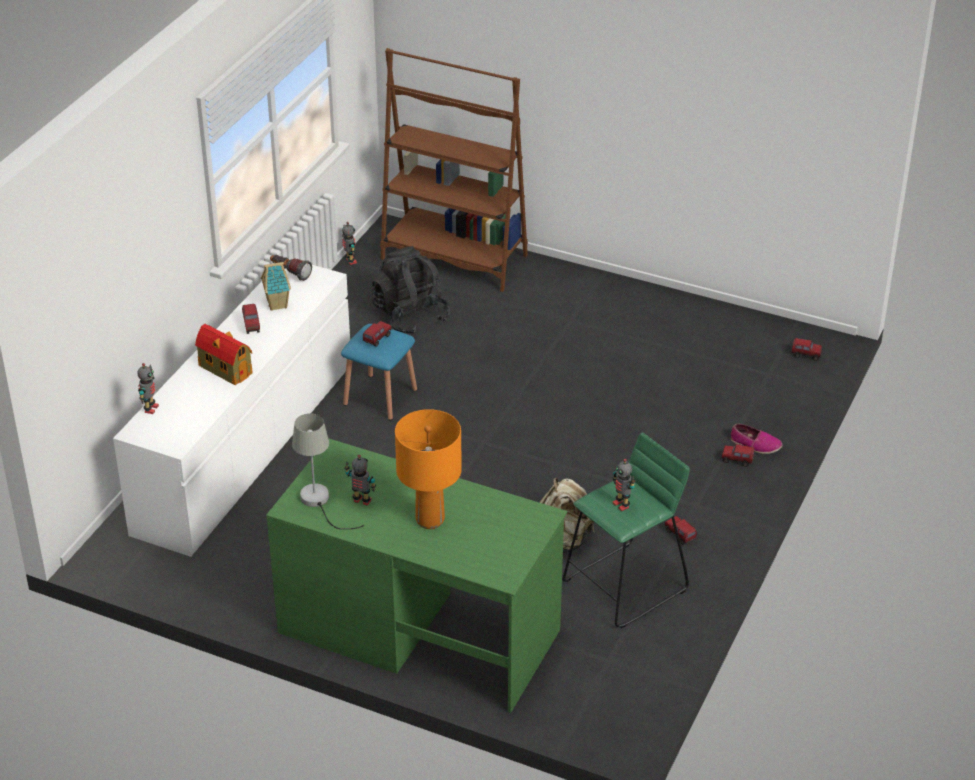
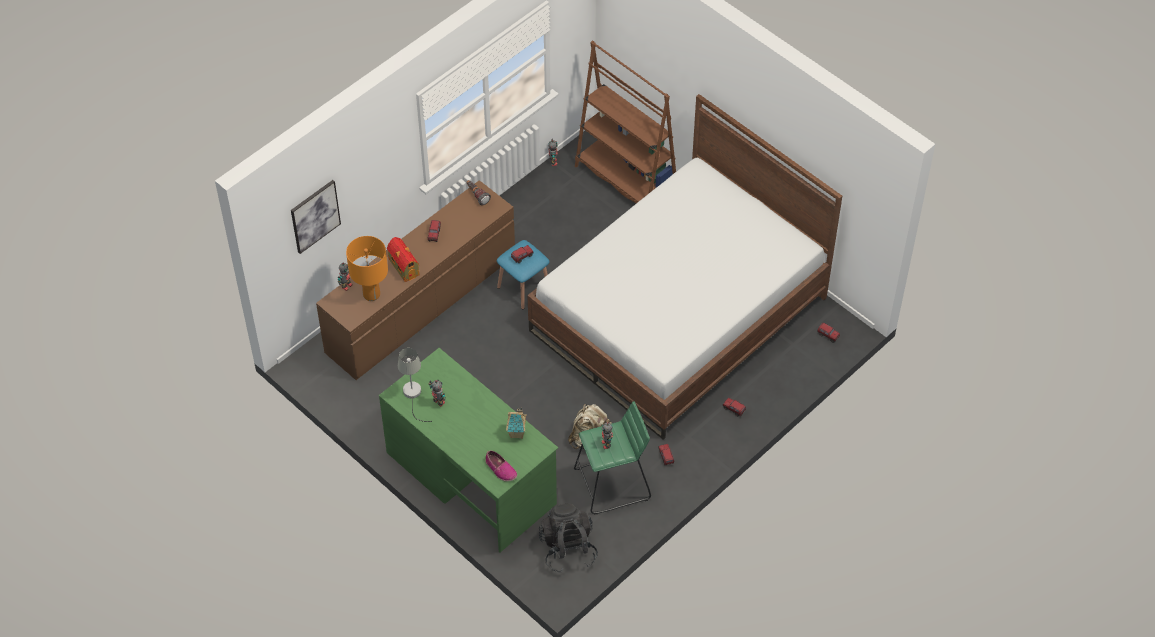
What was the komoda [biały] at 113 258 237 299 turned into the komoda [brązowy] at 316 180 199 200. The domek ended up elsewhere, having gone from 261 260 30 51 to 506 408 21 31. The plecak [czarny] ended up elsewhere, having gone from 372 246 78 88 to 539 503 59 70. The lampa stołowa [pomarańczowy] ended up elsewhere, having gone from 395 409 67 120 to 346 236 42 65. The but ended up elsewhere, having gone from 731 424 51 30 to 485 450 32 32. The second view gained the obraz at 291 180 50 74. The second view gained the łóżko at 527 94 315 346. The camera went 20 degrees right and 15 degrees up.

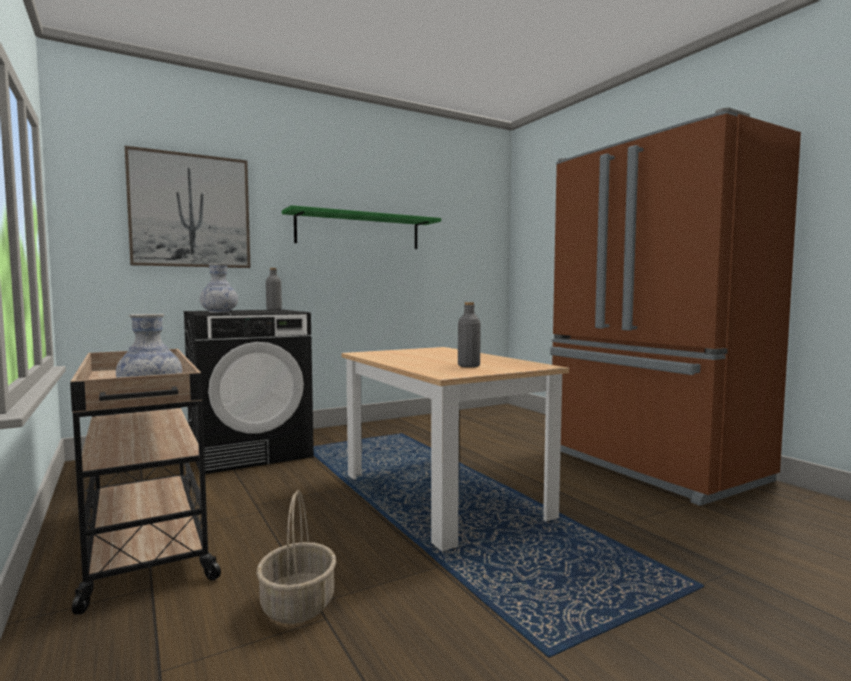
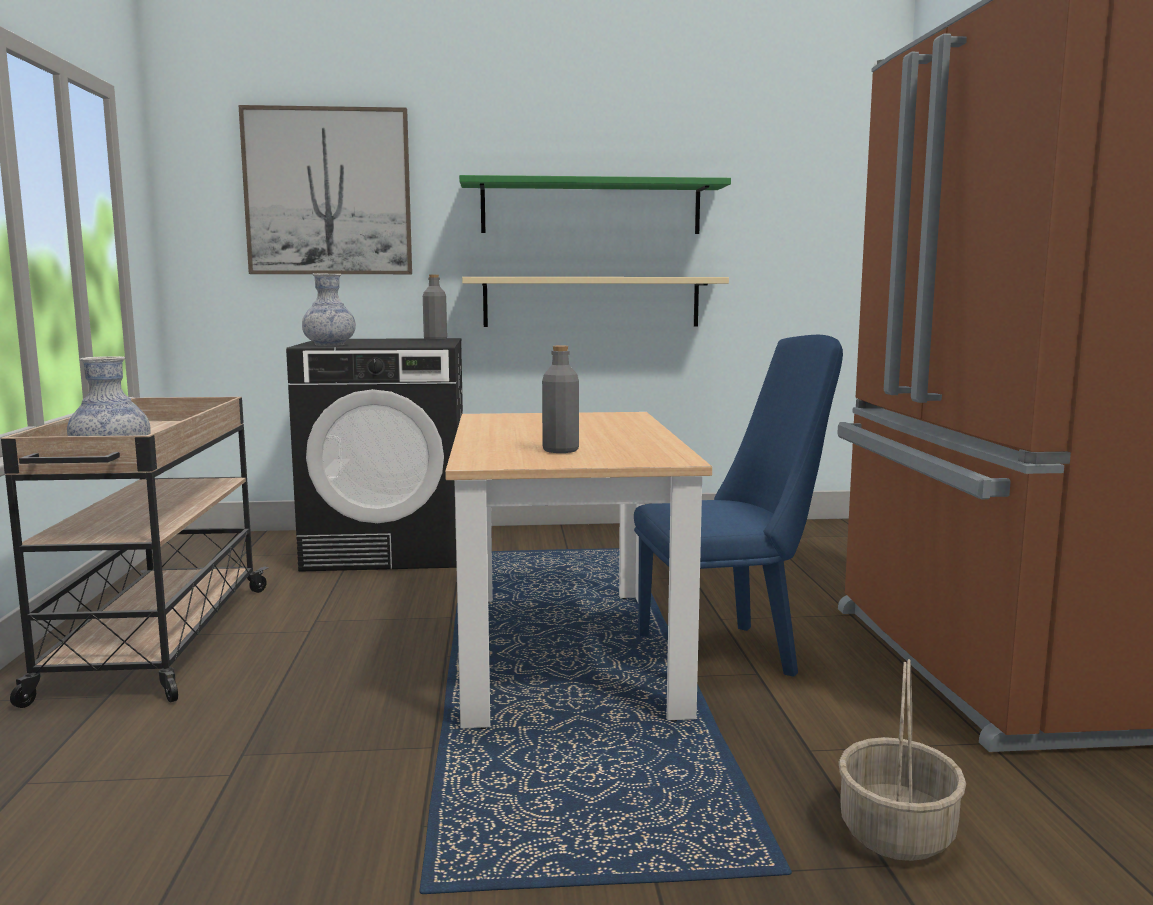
The koszyk ended up elsewhere, having gone from 256 490 80 134 to 839 659 127 202. The second view gained the półka [beżowy] at 462 277 267 50. The second view gained the krzesło [niebieski] at 634 335 209 342. The camera went 25 degrees right and 5 degrees up.

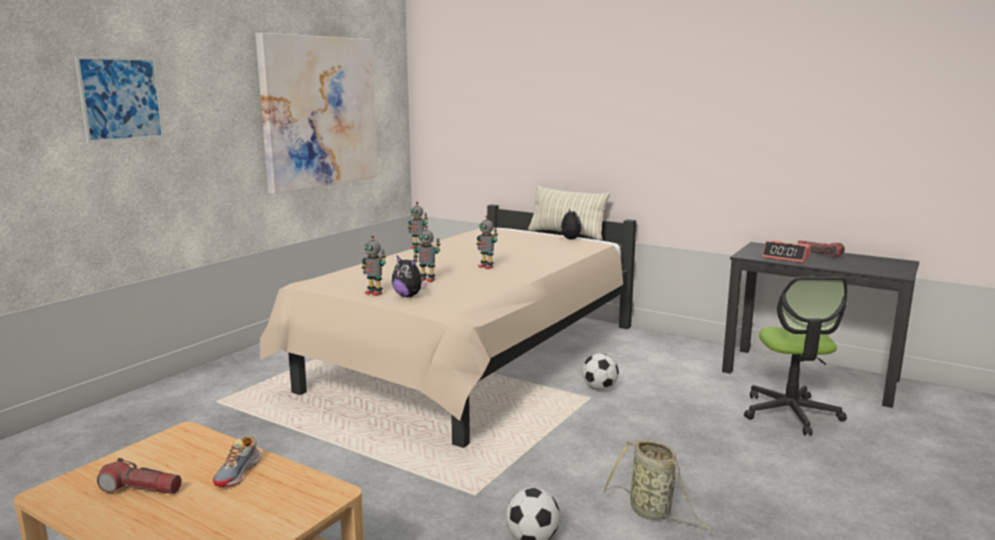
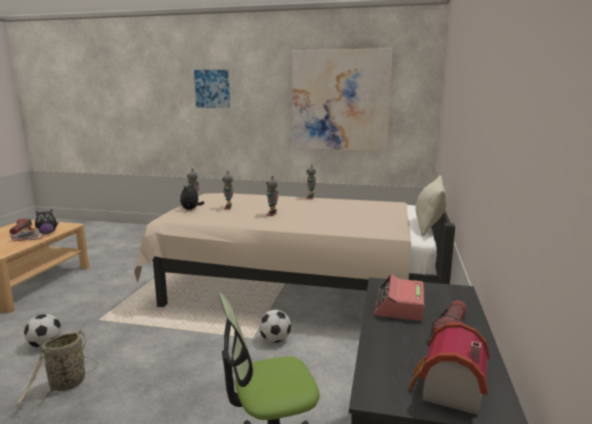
The pluszak ended up elsewhere, having gone from 557 208 25 31 to 35 210 23 24. The second view gained the domek at 408 323 82 92. The camera went 70 degrees right and 0 degrees up.

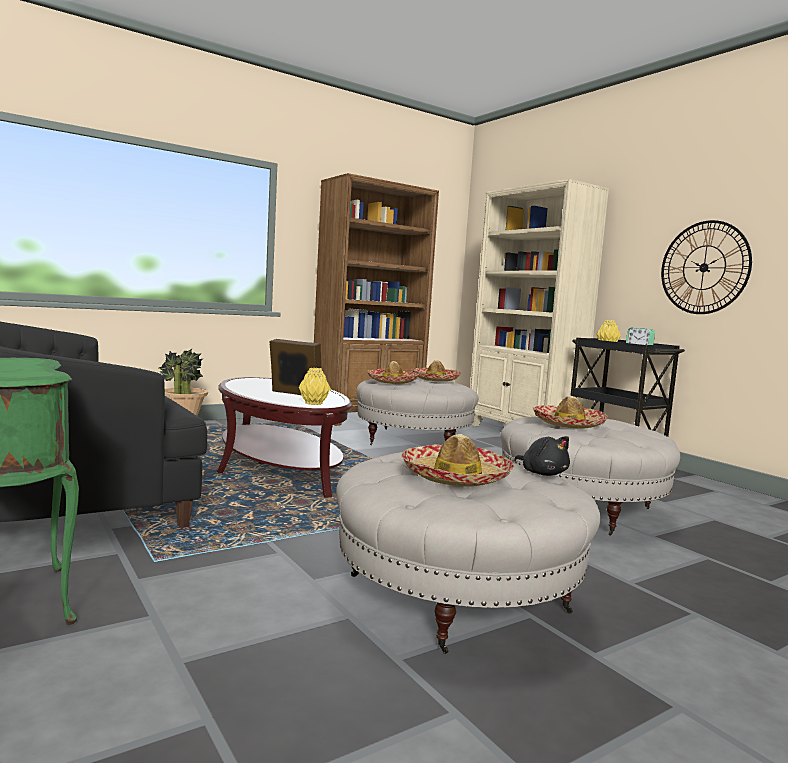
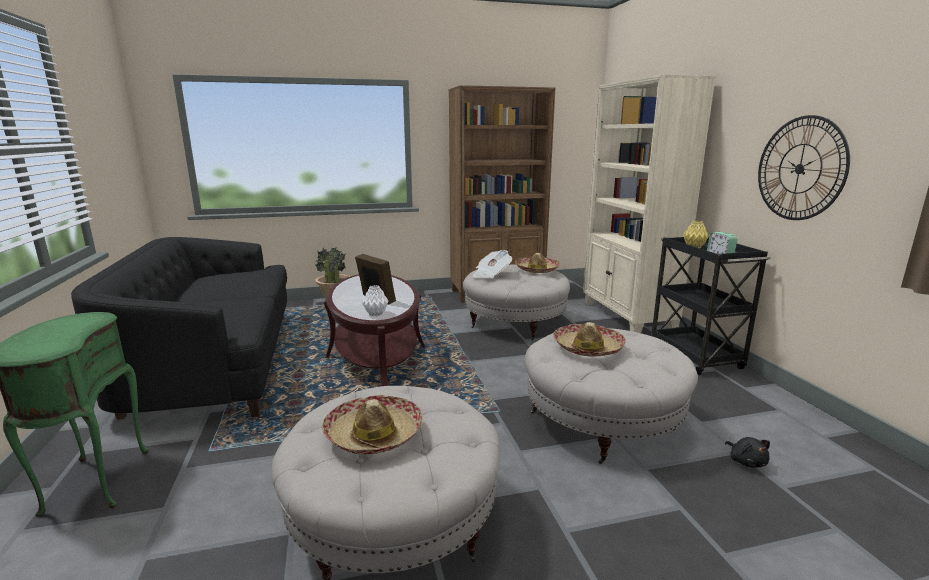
What was the wazon [żółty] at 299 368 32 37 turned into the wazon [biały] at 362 285 27 31. Where the kapelusz stood at 367 361 53 23, the gazeta came to stand at 473 250 39 28. The pluszak [czarny] ended up elsewhere, having gone from 514 436 56 40 to 725 437 45 31. The camera went 20 degrees right and 10 degrees up.

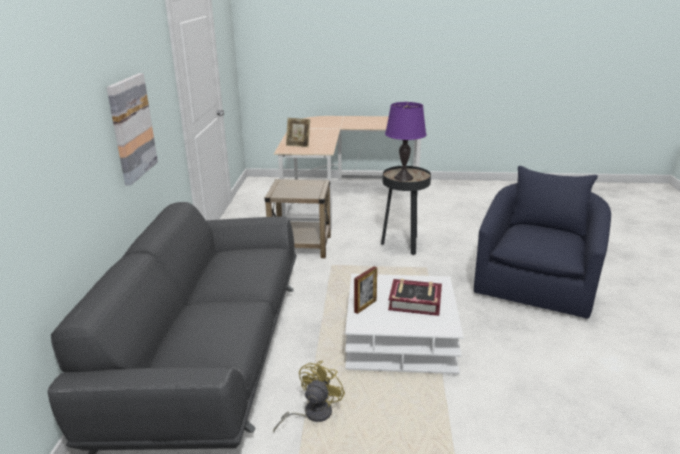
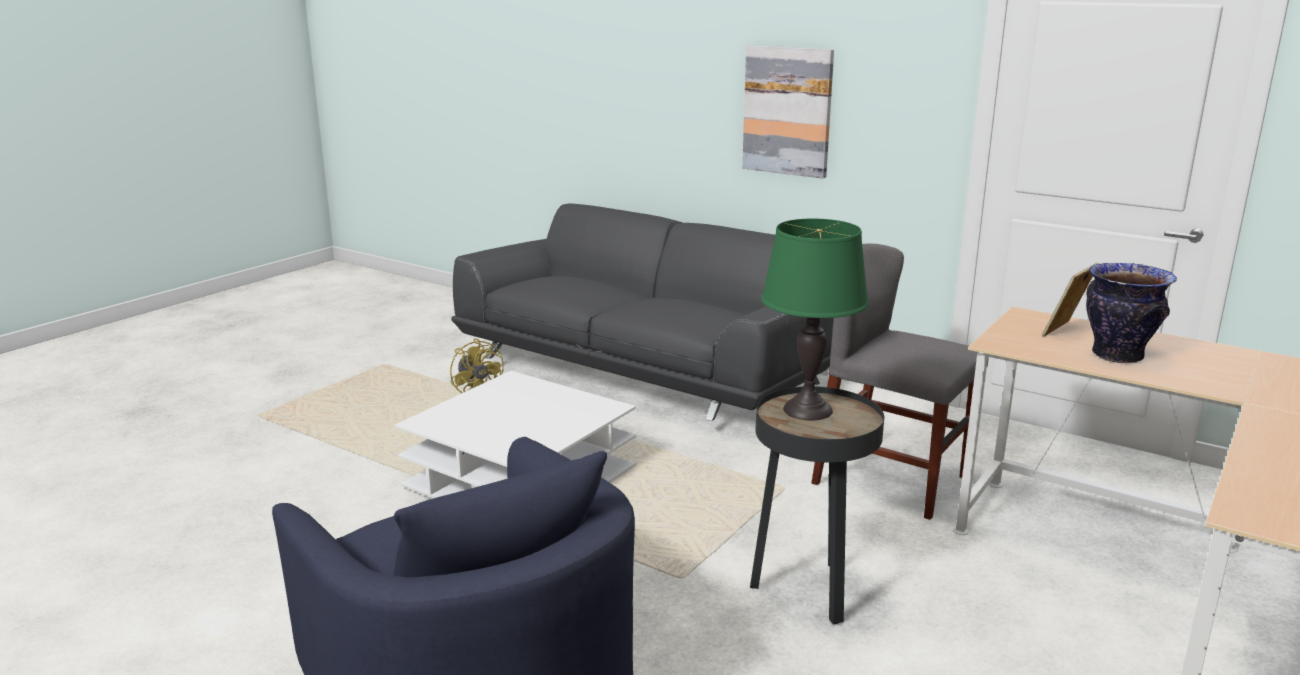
Where the stolik [beżowy] stood at 265 179 66 79, the krzesło [szary] came to stand at 812 243 176 277. The second view lost the ramka na zdjęcie at 354 266 23 48. What was the lampa stołowa [fioletowy] at 385 102 42 79 turned into the lampa stołowa [zielony] at 761 219 108 201. The second view lost the książka at 388 279 54 37. The second view gained the wazon at 1086 263 91 100. The camera went 120 degrees right and 5 degrees down.

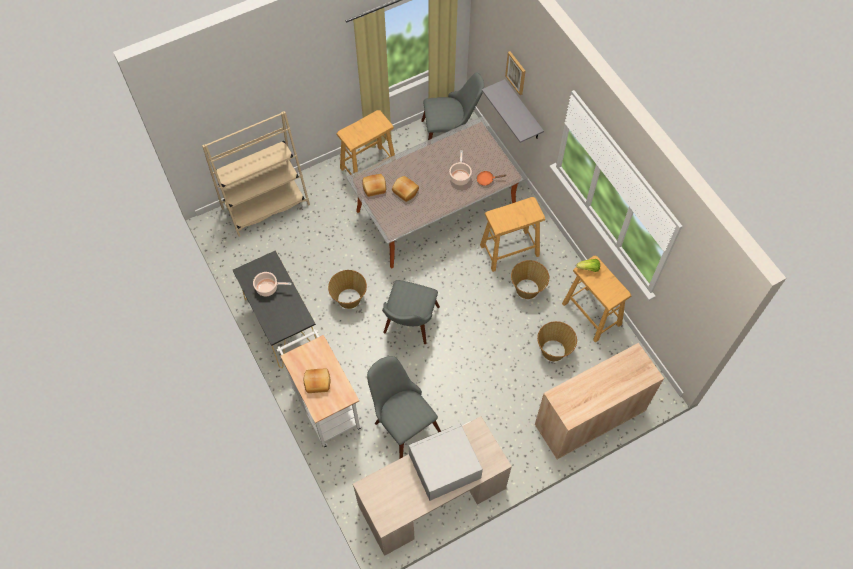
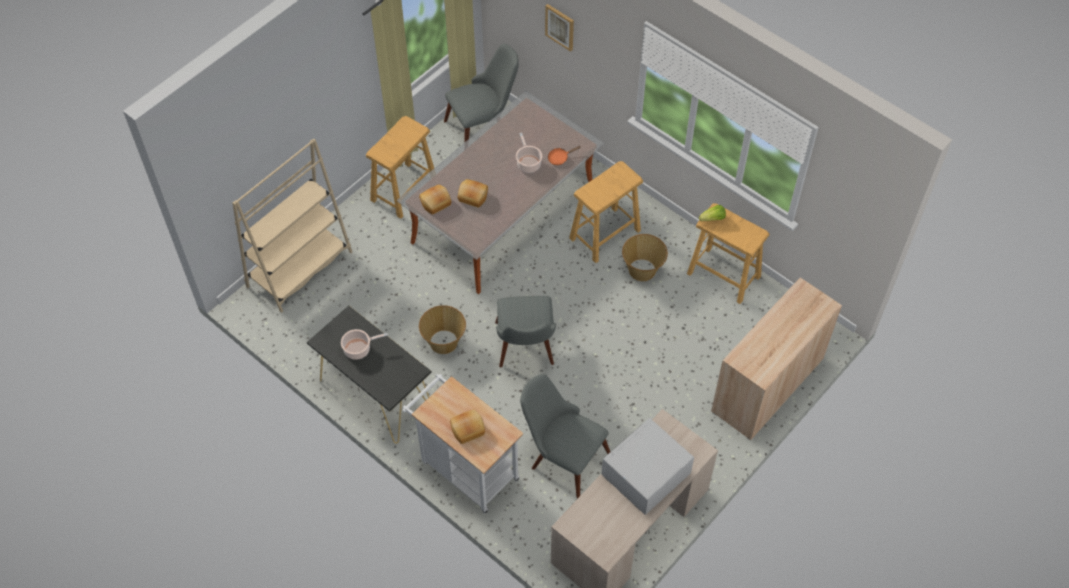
The second view lost the półka [szary] at 482 79 62 64. The second view lost the koszyk at 537 321 40 40. The camera went 20 degrees left and 5 degrees down.

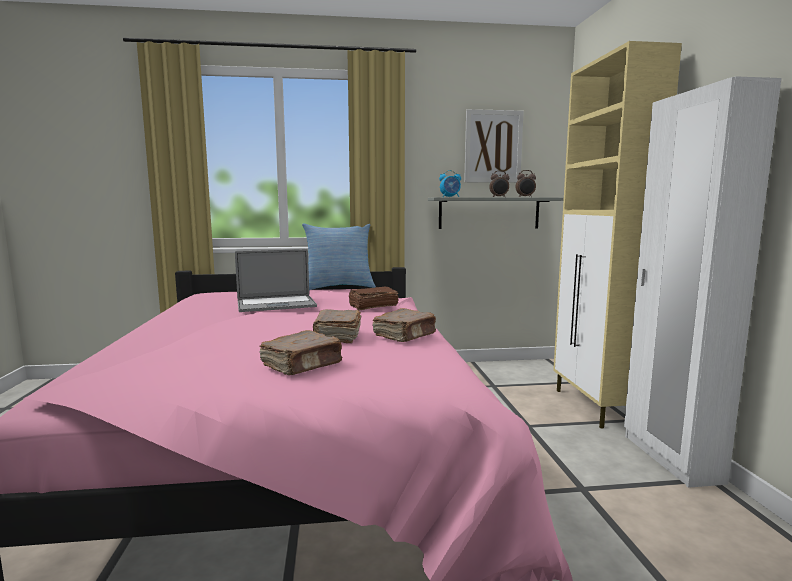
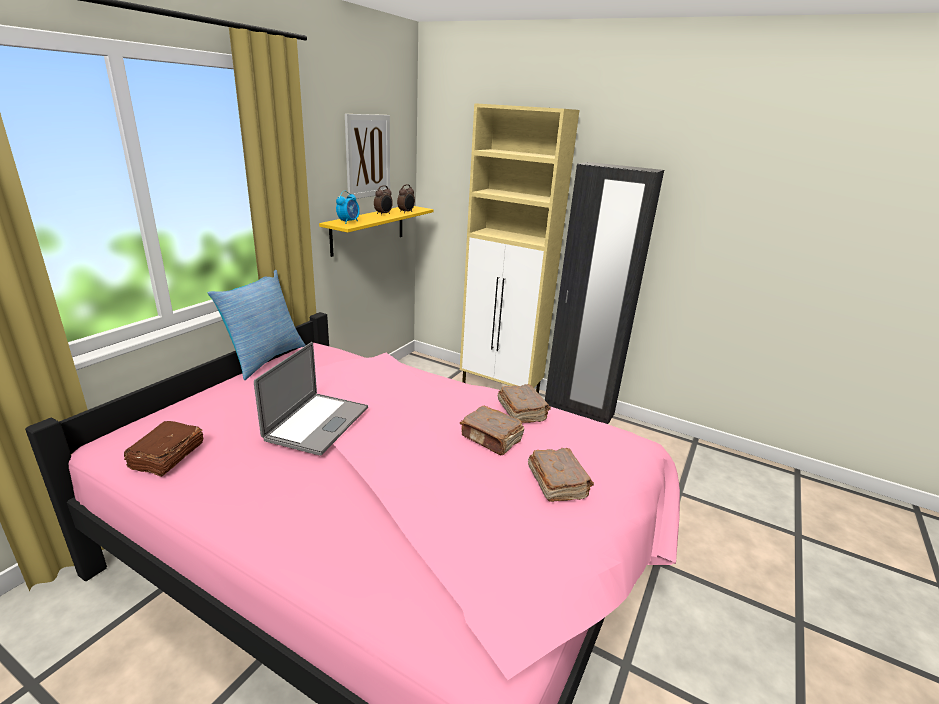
The książka [brązowy] ended up elsewhere, having gone from 348 287 51 23 to 124 421 80 56. What was the półka [szary] at 428 197 136 32 turned into the półka [żółty] at 319 206 114 51. What was the szafa [biały] at 624 76 158 412 turned into the szafa [czarny] at 545 162 119 262. The camera went 55 degrees left and 15 degrees up.

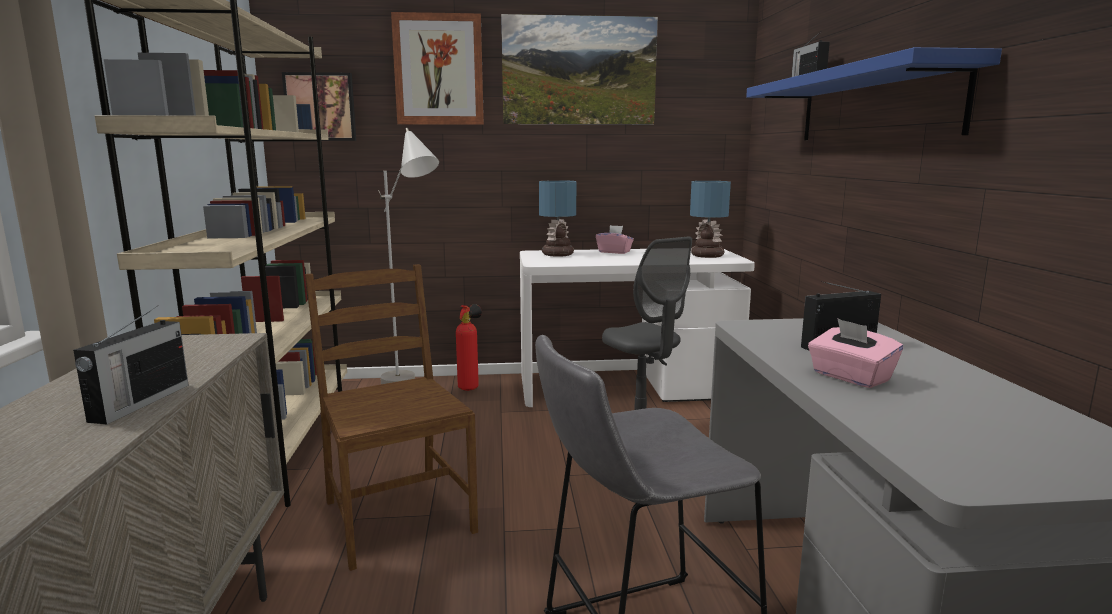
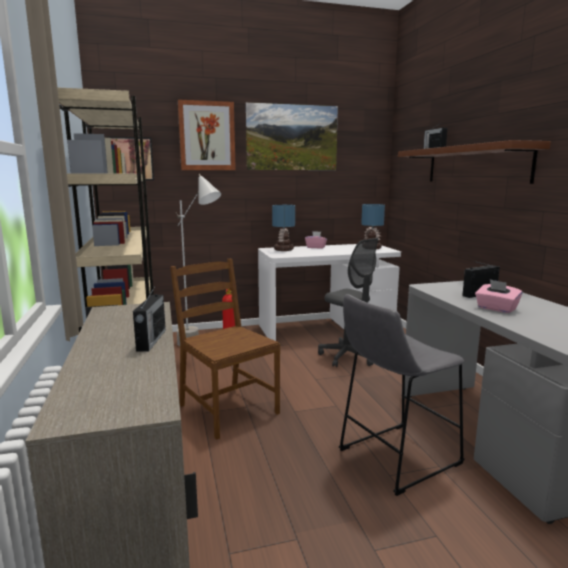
What was the półka [niebieski] at 746 47 256 93 turned into the półka [brązowy] at 398 140 153 44. The camera went 10 degrees left and 0 degrees up.

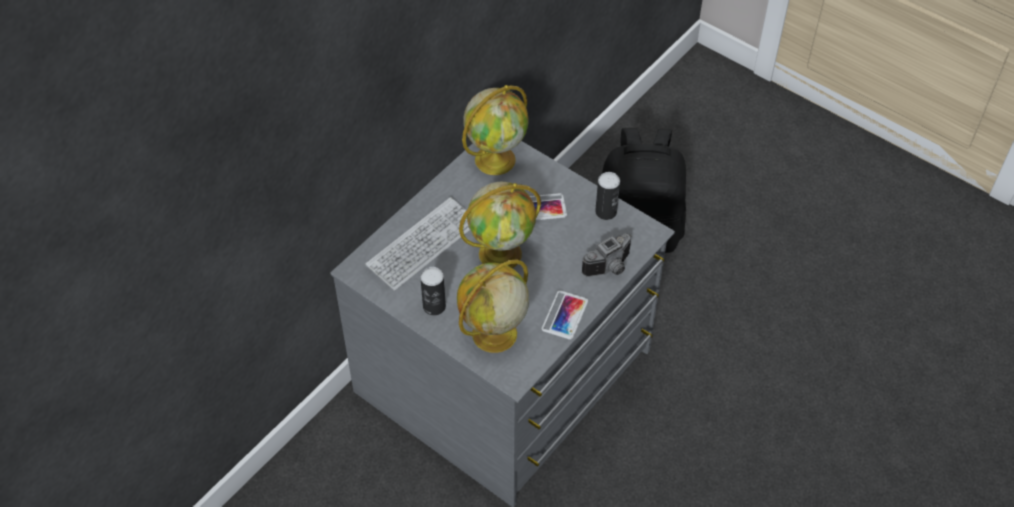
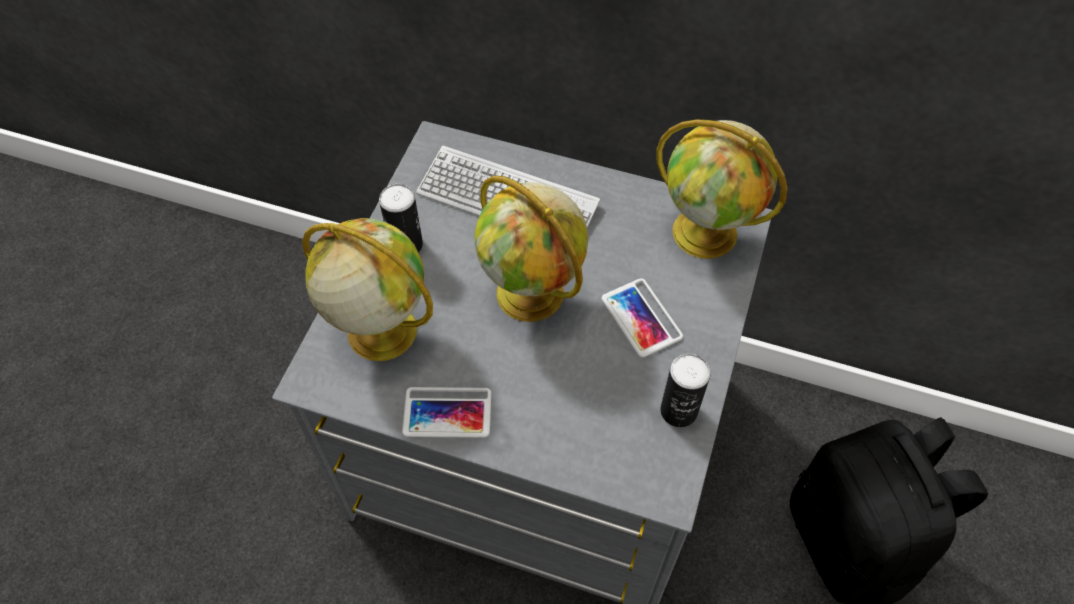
The second view lost the aparat fotograficzny at 582 233 49 44. The camera went 70 degrees right and 5 degrees up.

